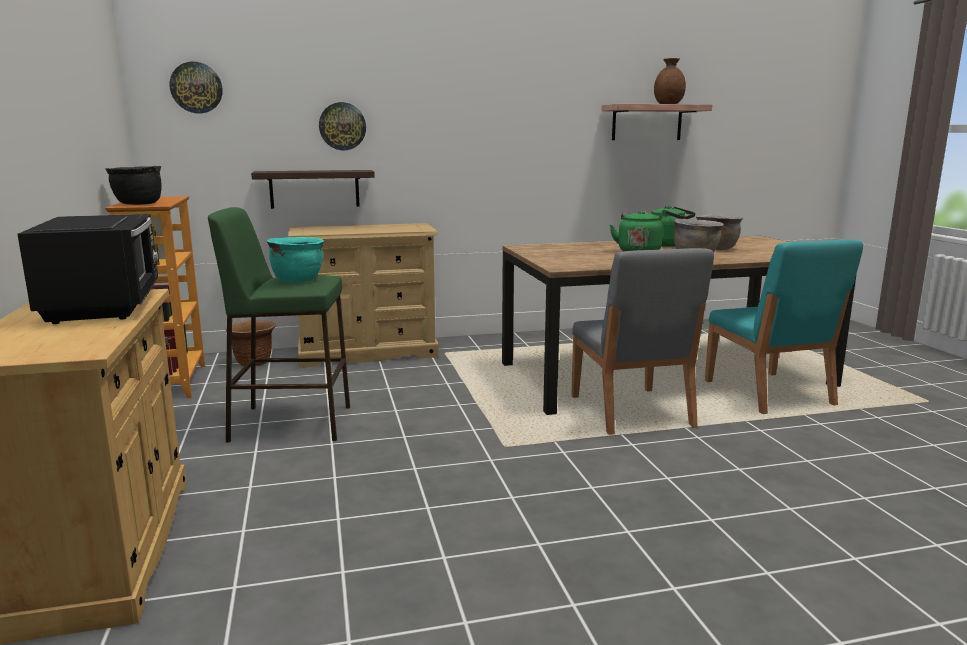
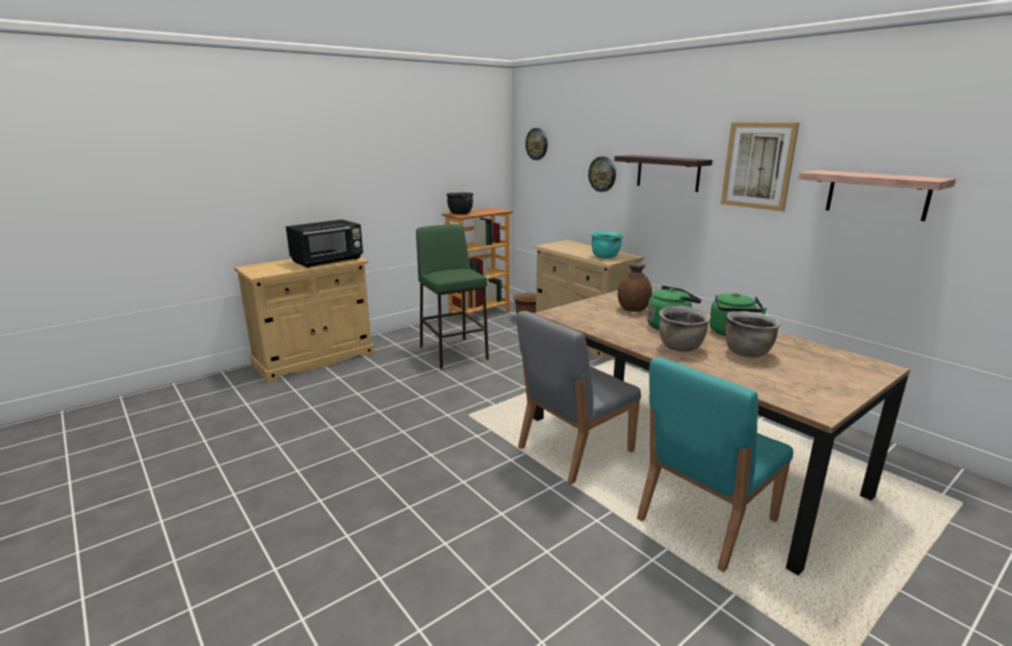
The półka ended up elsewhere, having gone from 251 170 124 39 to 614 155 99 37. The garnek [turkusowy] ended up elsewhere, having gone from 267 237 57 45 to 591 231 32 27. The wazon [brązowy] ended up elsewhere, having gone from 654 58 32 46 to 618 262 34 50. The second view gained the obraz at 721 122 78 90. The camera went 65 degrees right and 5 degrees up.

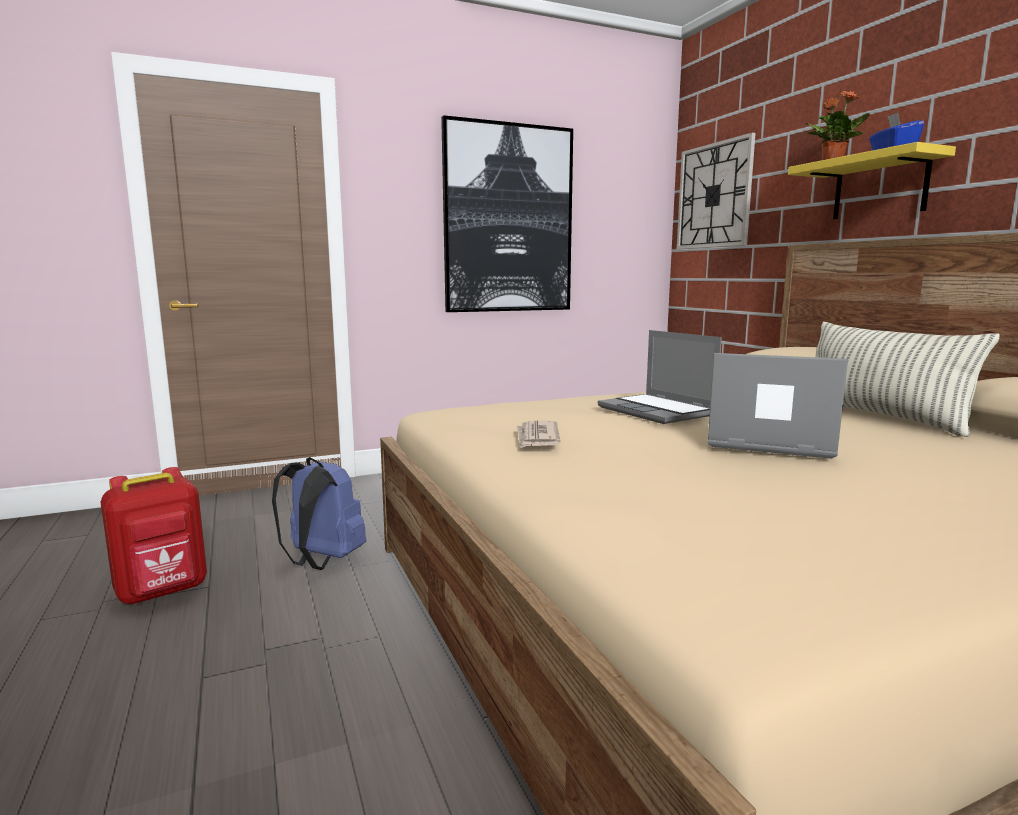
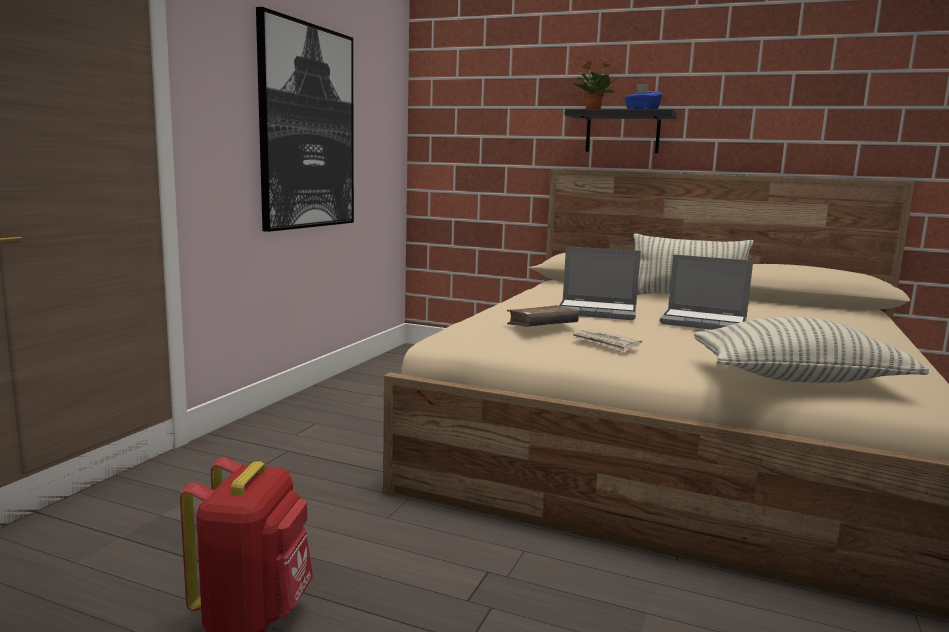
The second view lost the plecak [niebieski] at 272 457 94 113. The second view lost the zegar ścienny at 677 133 79 116. The laptop at 708 353 140 106 ended up facing another way, 135 degrees counterclockwise from before. What was the półka [żółty] at 788 142 168 77 turned into the półka [czarny] at 565 109 112 44. The second view gained the książka [brązowy] at 507 305 72 22. The second view gained the poduszka at 694 317 235 66. The camera went 45 degrees left and 0 degrees up.

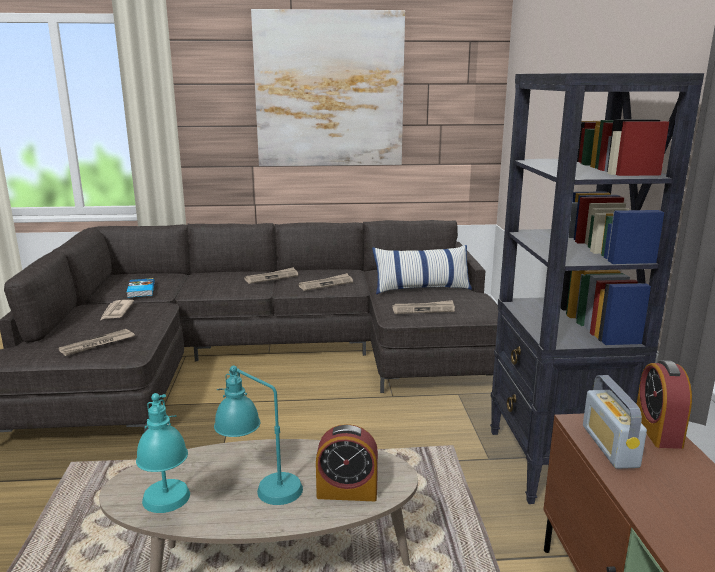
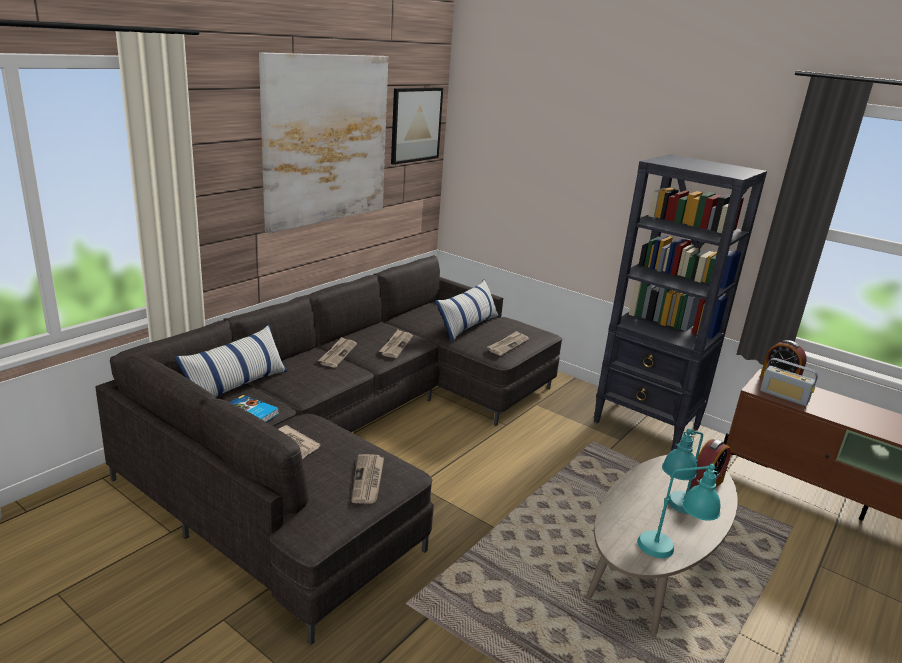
The second view gained the poduszka at 175 325 113 72. The second view gained the obraz at 391 87 52 78. The camera went 50 degrees left and 5 degrees up.

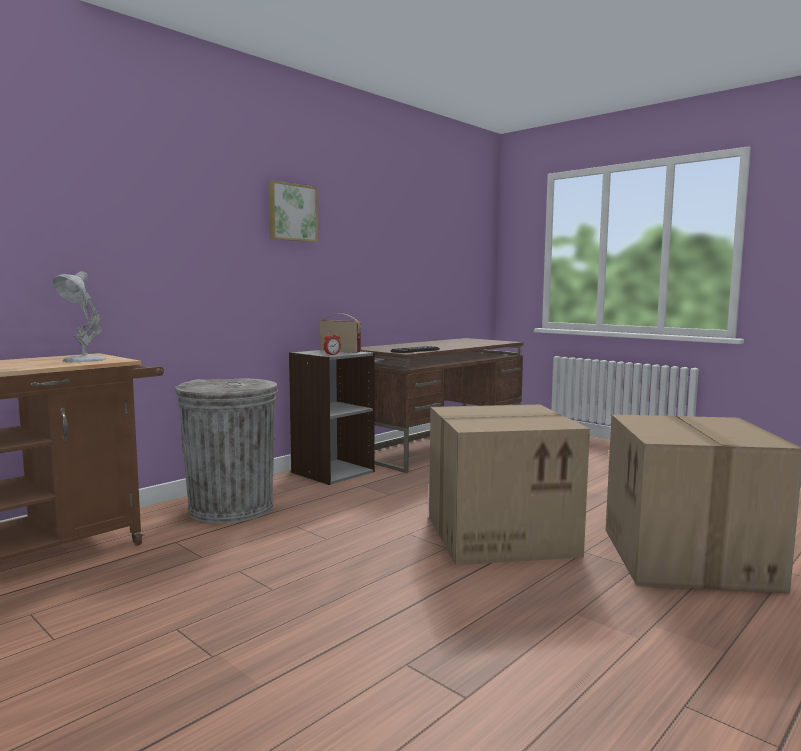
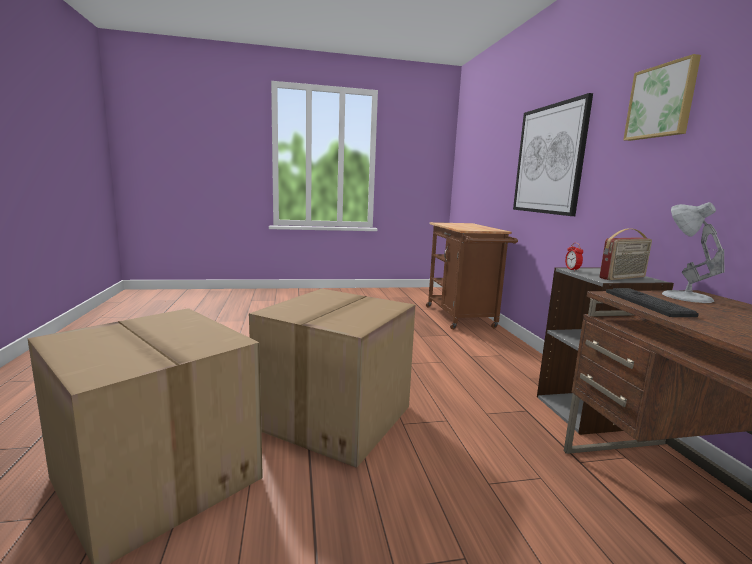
The lampa stołowa [biały] ended up elsewhere, having gone from 52 271 54 91 to 662 202 62 101. The second view lost the kosz na śmieci [szary] at 175 378 103 145. The second view gained the obraz at 513 93 80 123. The camera went 125 degrees right and 5 degrees up.

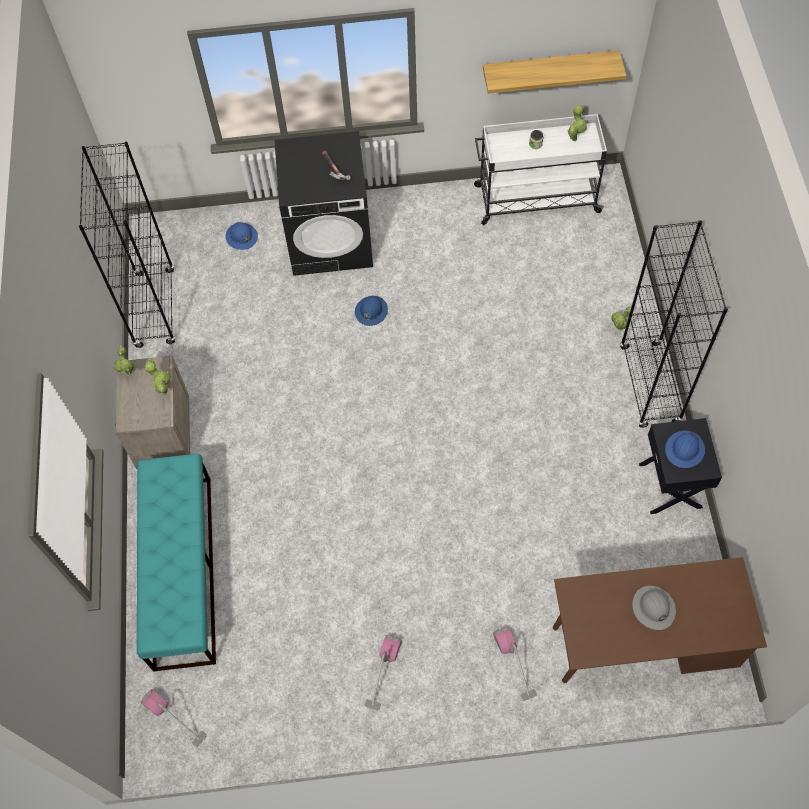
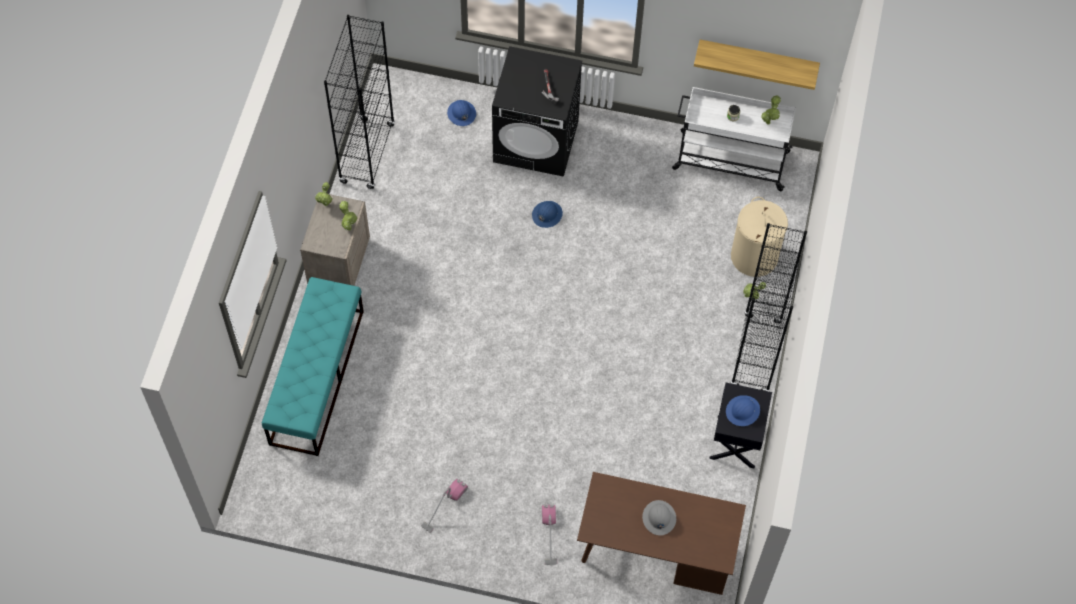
The second view lost the odkurzacz at 141 689 66 58. The second view gained the kosz na pranie [beżowy] at 731 197 57 80. The camera went 15 degrees right and 0 degrees up.

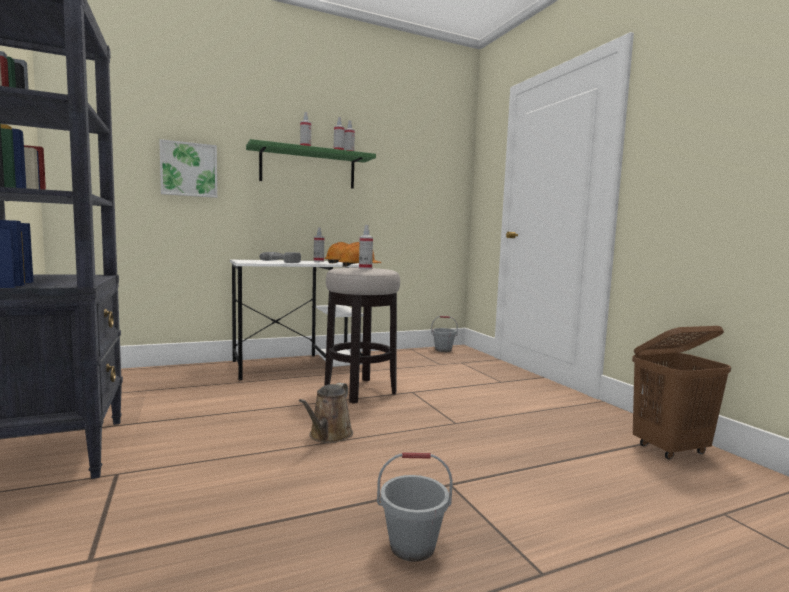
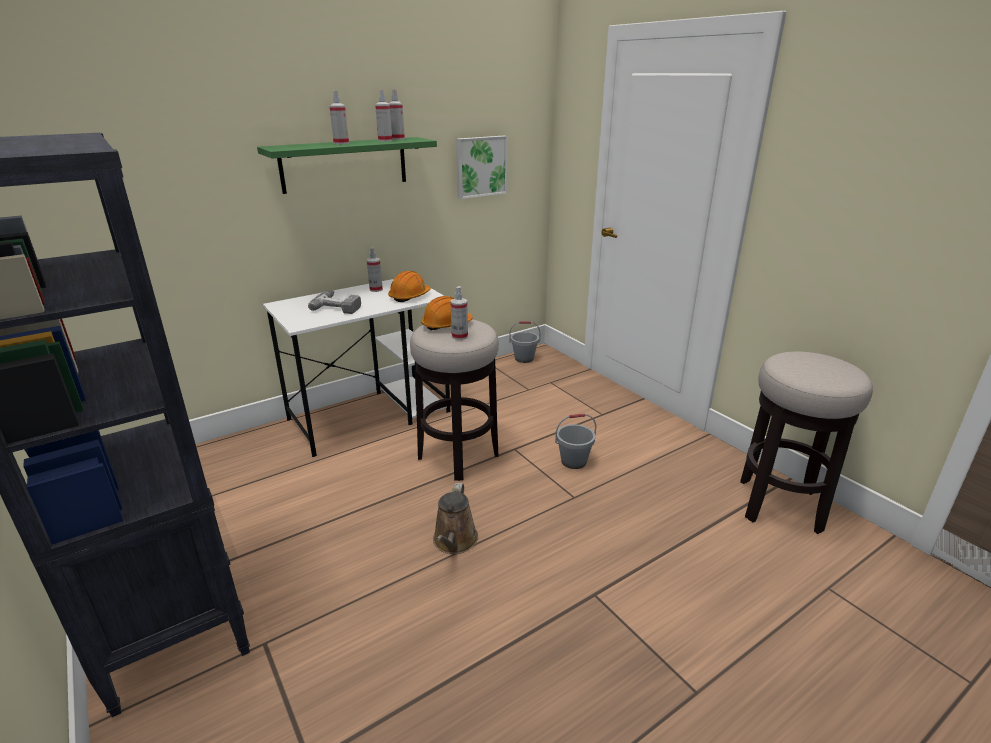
The obraz ended up elsewhere, having gone from 159 139 58 59 to 456 136 52 63. The wiadro [szary] ended up elsewhere, having gone from 377 452 76 110 to 555 413 41 56. Where the kosz na pranie [brązowy] stood at 632 326 99 133, the stołek came to stand at 740 352 133 182. The camera went 10 degrees left and 20 degrees up.

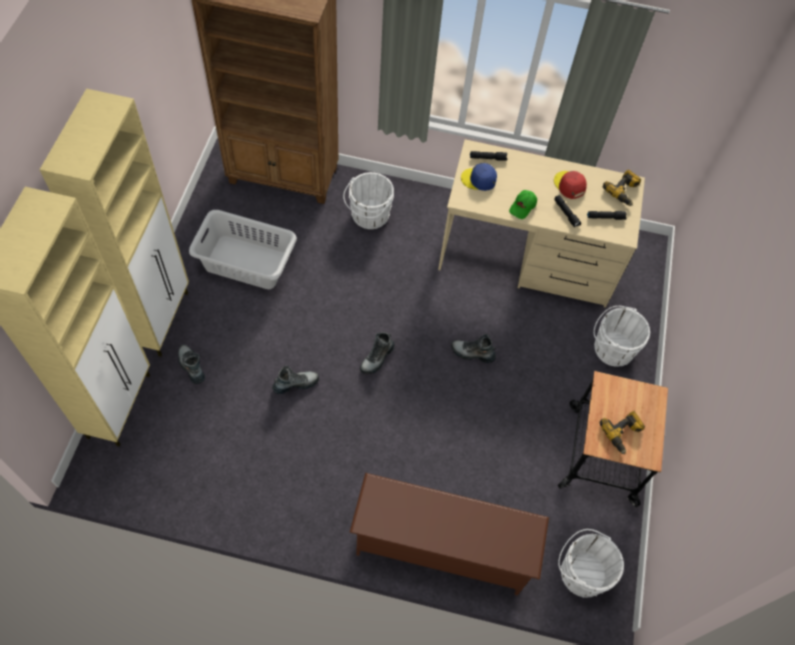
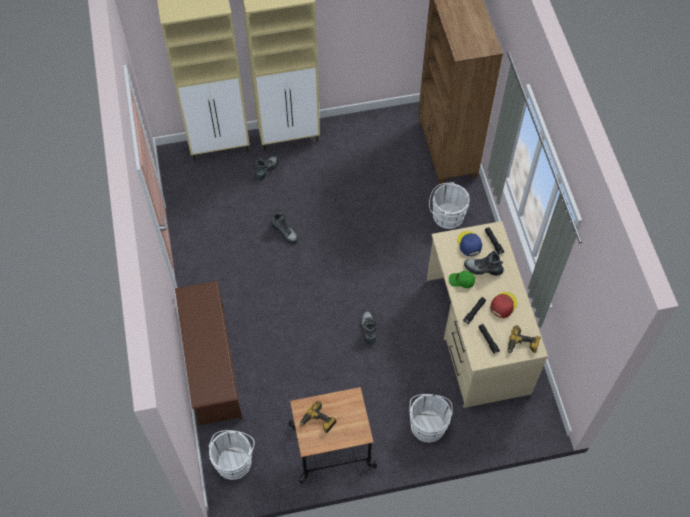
The second view lost the kosz na pranie [szary] at 189 210 108 79. The but z cholewką ended up elsewhere, having gone from 360 332 35 42 to 464 251 40 25. The camera went 70 degrees right and 0 degrees up.

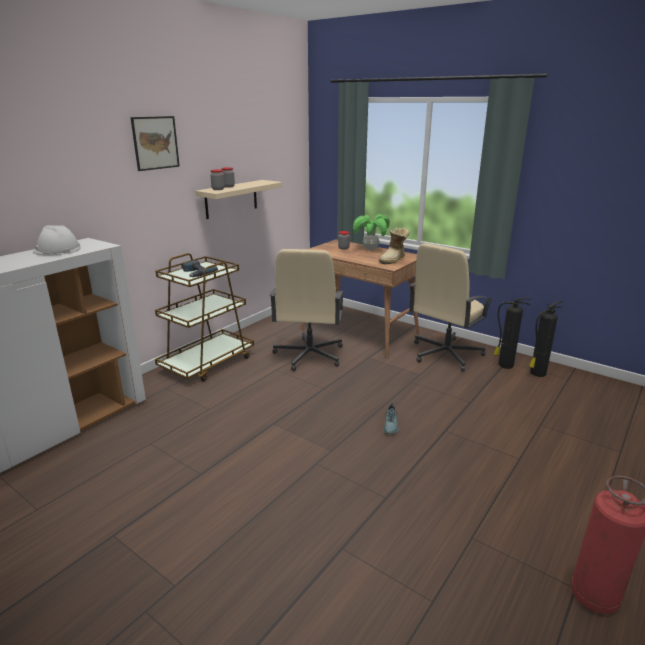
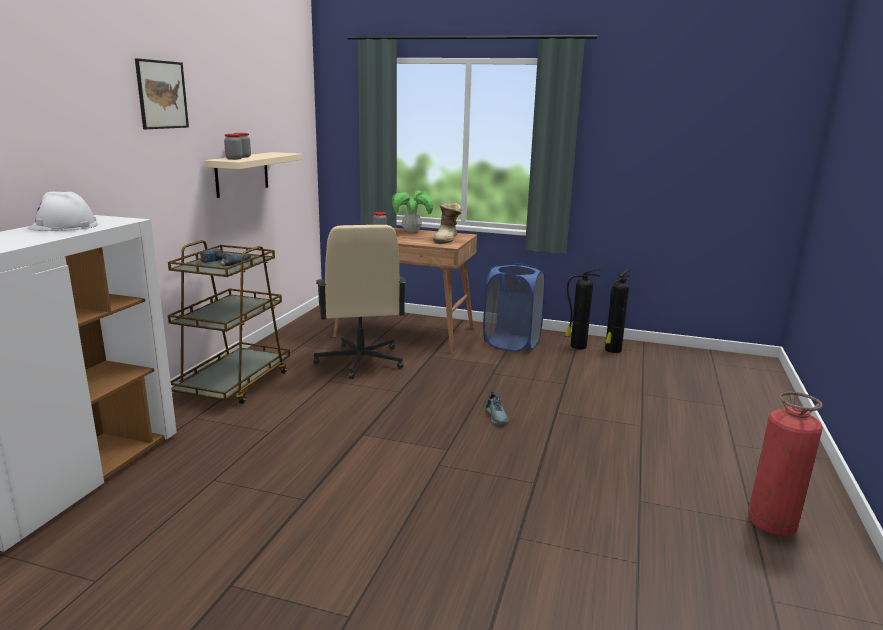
Where the krzesło biurowe [beżowy] stood at 409 243 83 128, the kosz na pranie [niebieski] came to stand at 483 263 62 89. The camera went 20 degrees left and 5 degrees down.

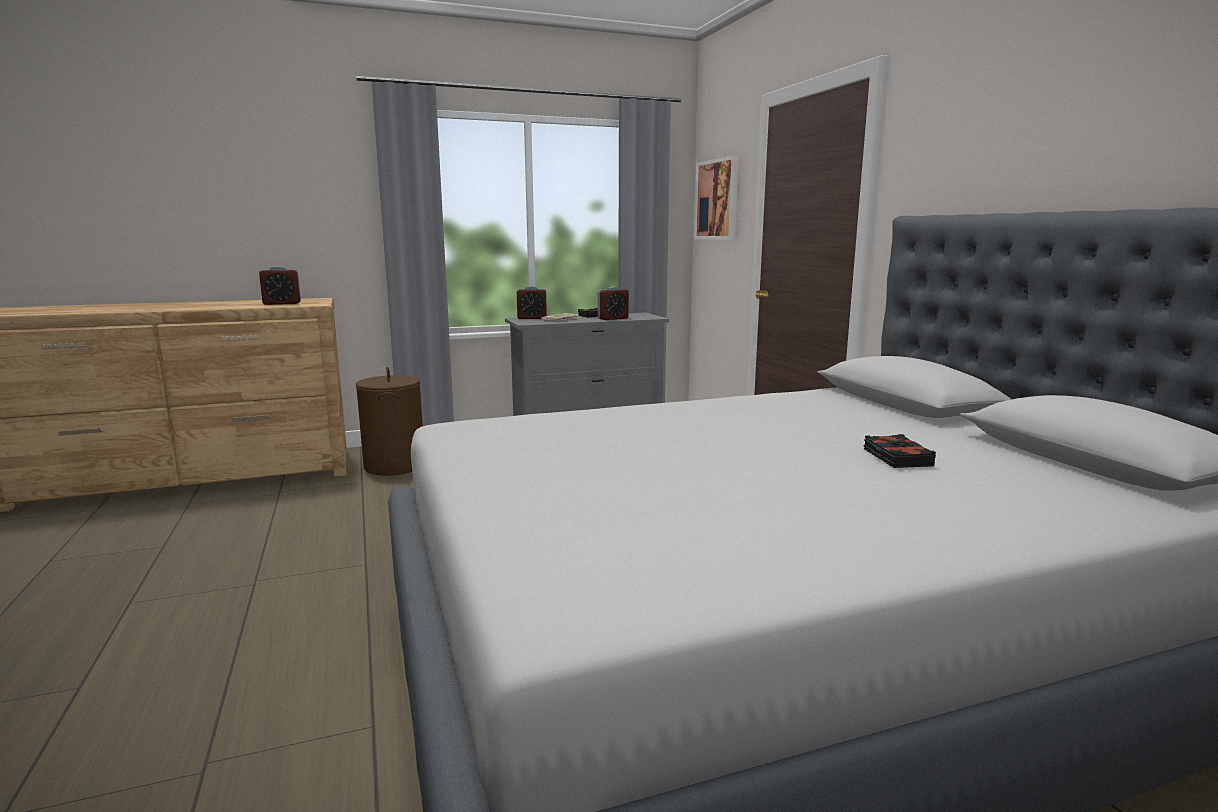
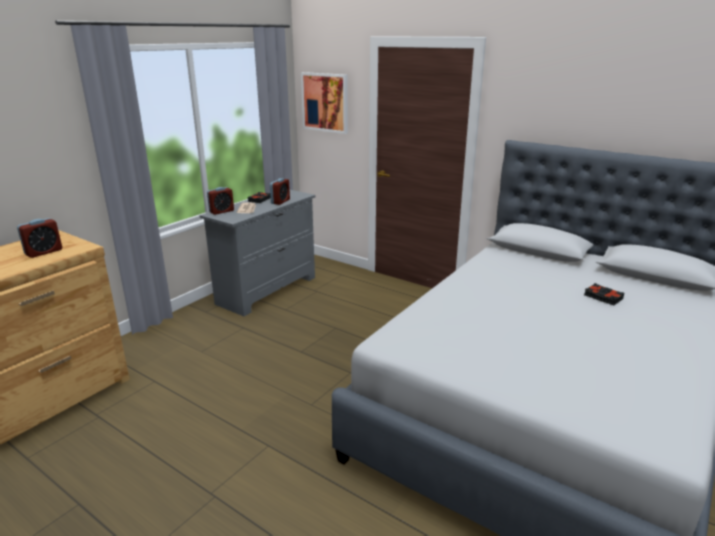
The second view lost the kosz na pranie [brązowy] at 356 367 67 109. The camera went 35 degrees left and 10 degrees up.

